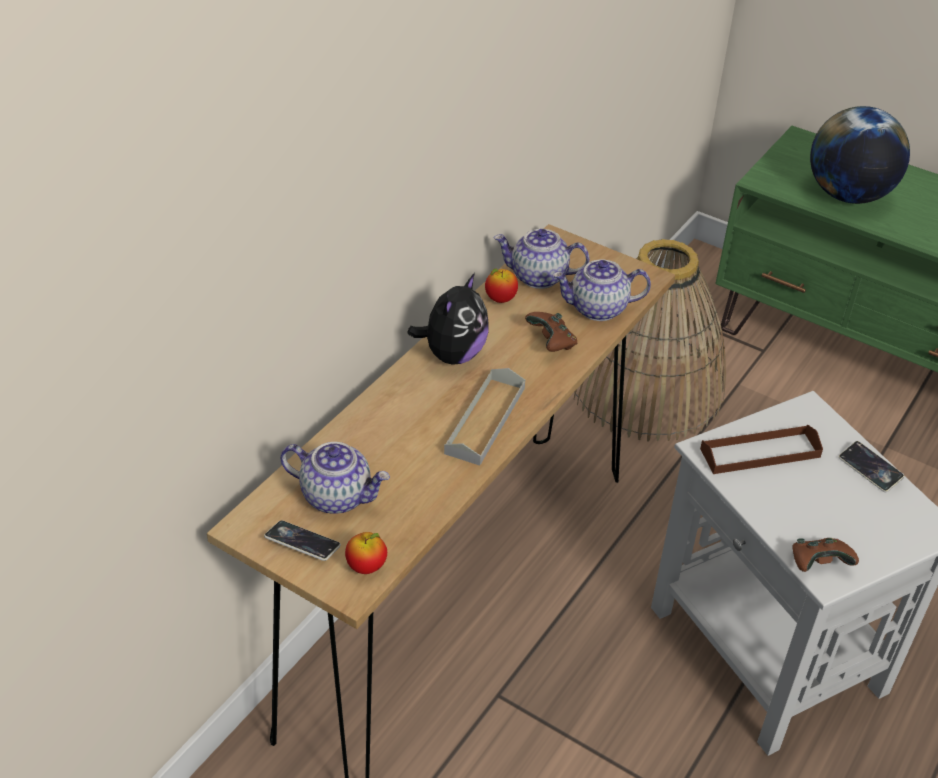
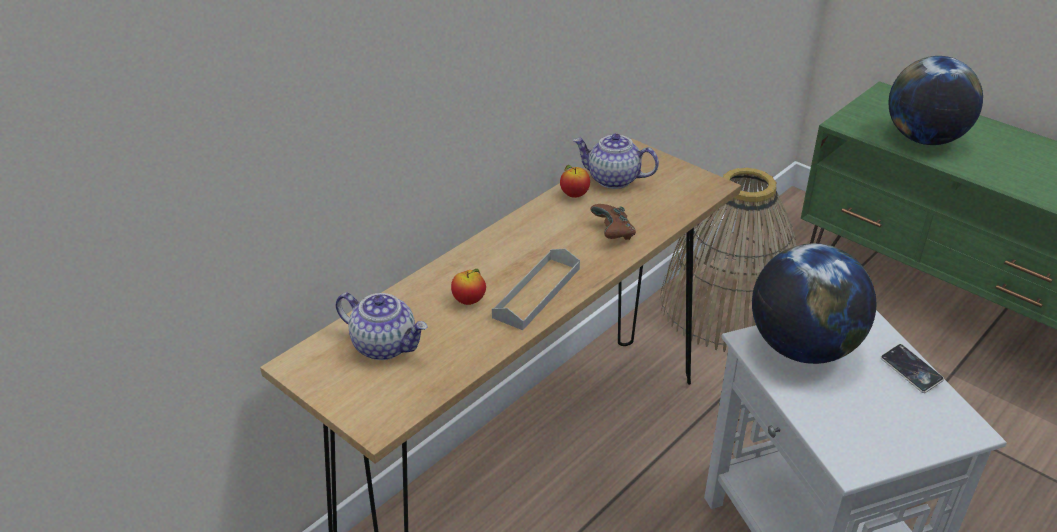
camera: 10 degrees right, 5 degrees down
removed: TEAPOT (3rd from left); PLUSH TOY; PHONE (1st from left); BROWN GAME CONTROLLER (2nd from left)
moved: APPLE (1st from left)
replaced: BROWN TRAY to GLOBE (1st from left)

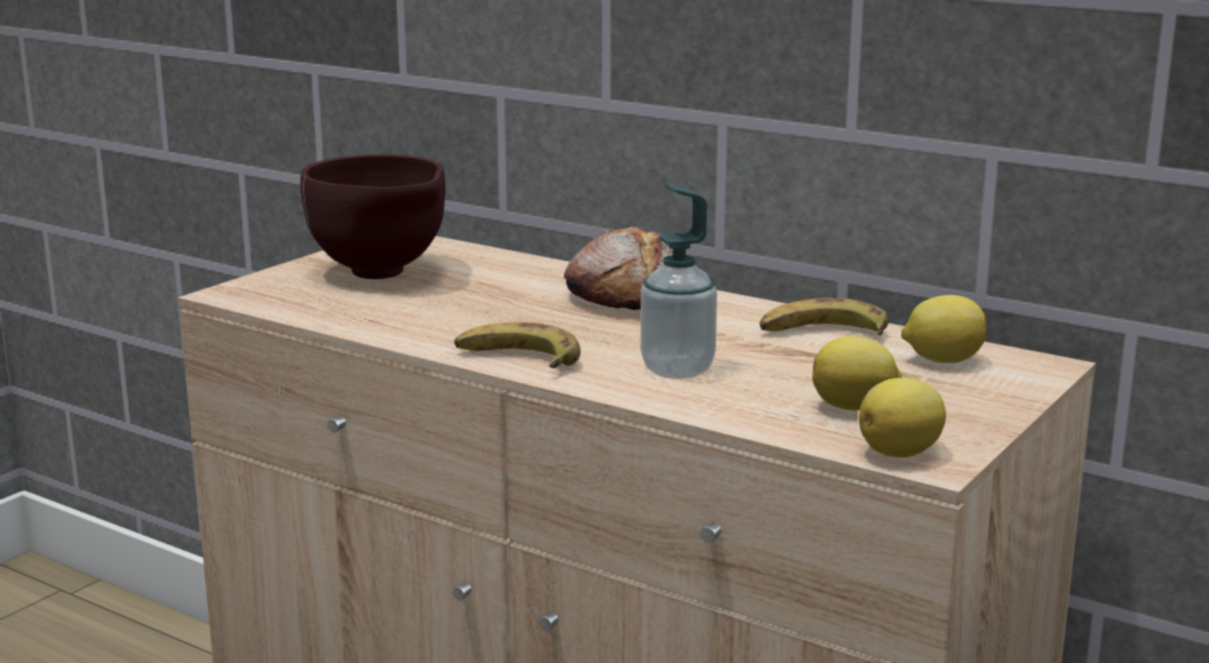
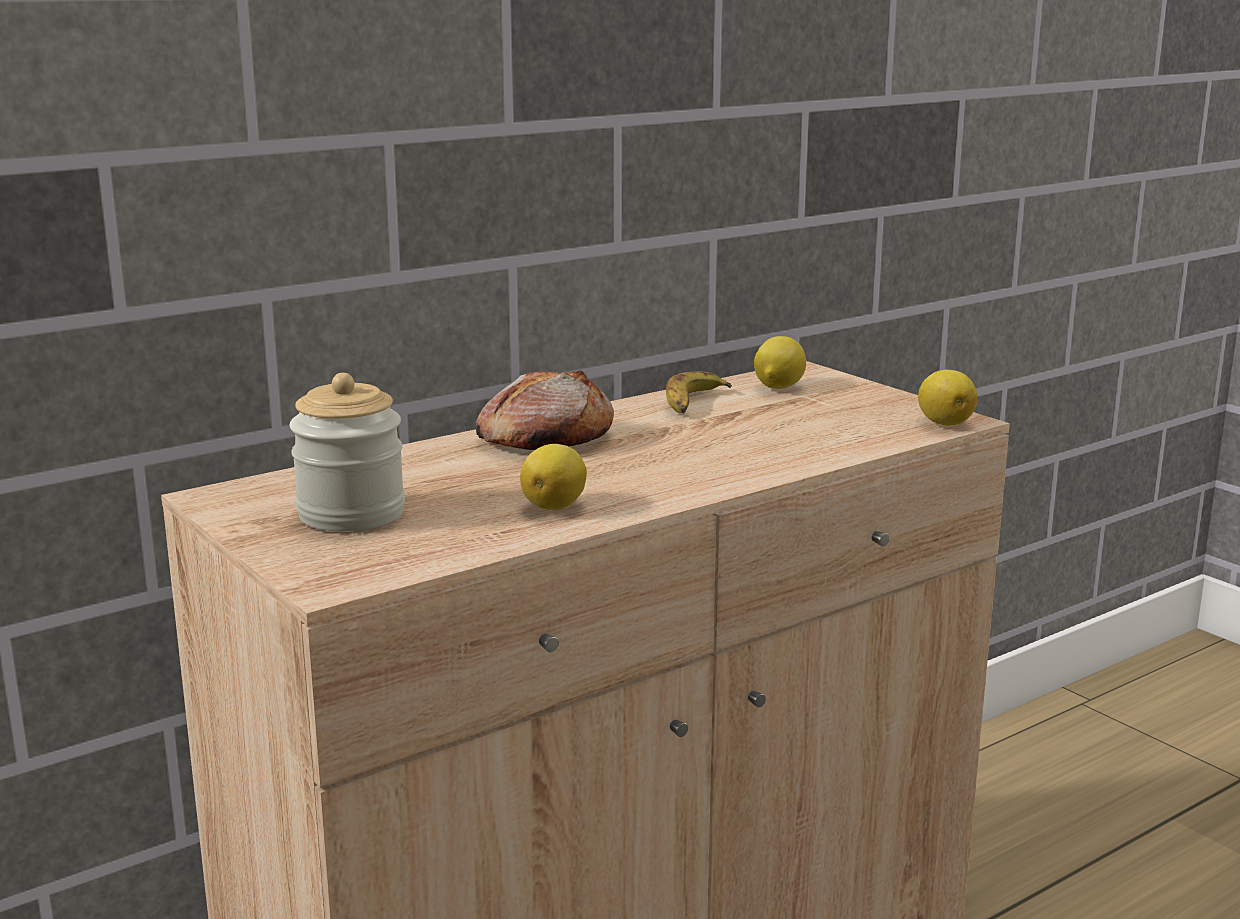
camera: 70 degrees left, 0 degrees up
removed: SOAP DISPENSER; BANANA (1st from left)
moved: LEMON (1st from left)
replaced: BROWN BOWL to JAR

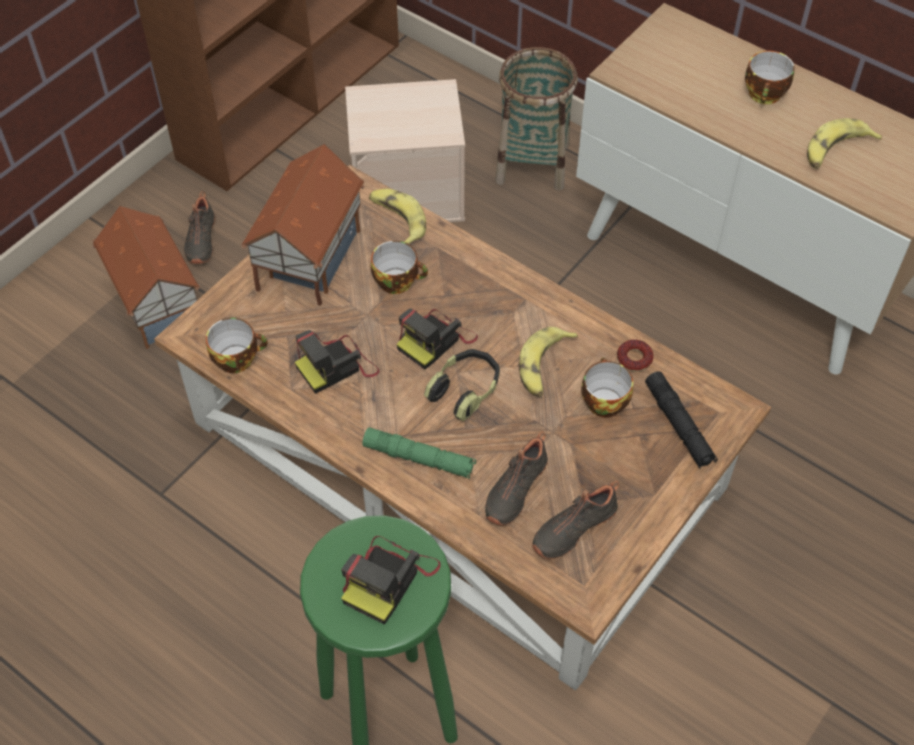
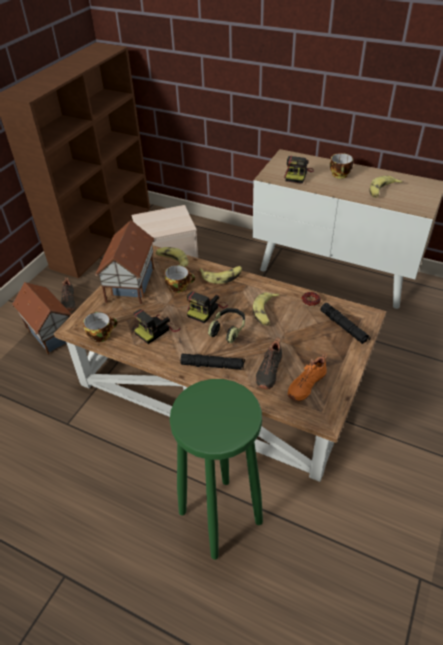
camera: 10 degrees left, 10 degrees down
removed: BASKET; CUP (3rd from left)
added: BANANA (2nd from left)
moved: PHOTO CAMERA (2nd from left in the first image) to PHOTO CAMERA (3rd from left)
recoloured: GREEN FLASHLIGHT to BLACK FLASHLIGHT (1st from left); BLACK SHOE (3rd from left) to ORANGE SHOE

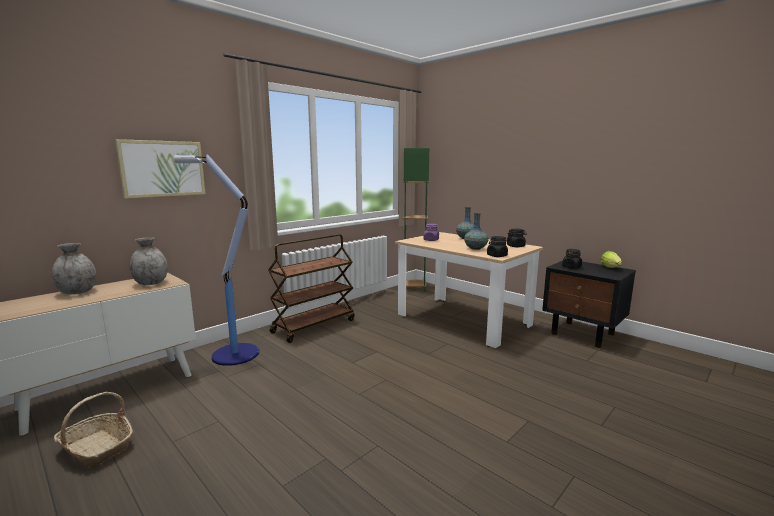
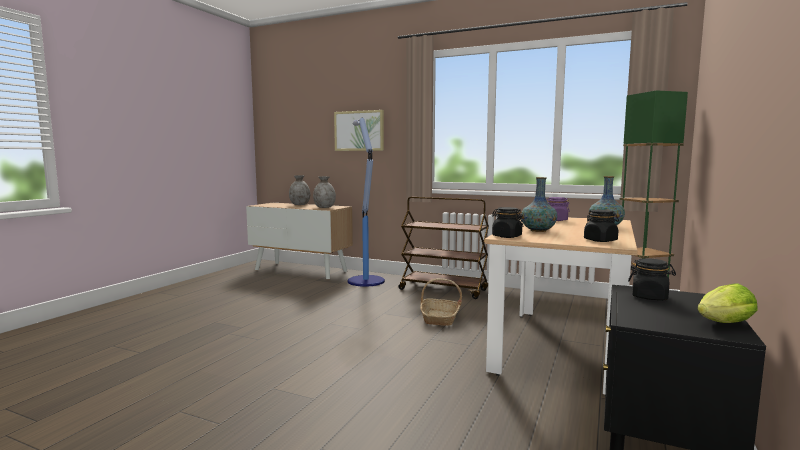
camera: 70 degrees right, 5 degrees down
moved: BASKET

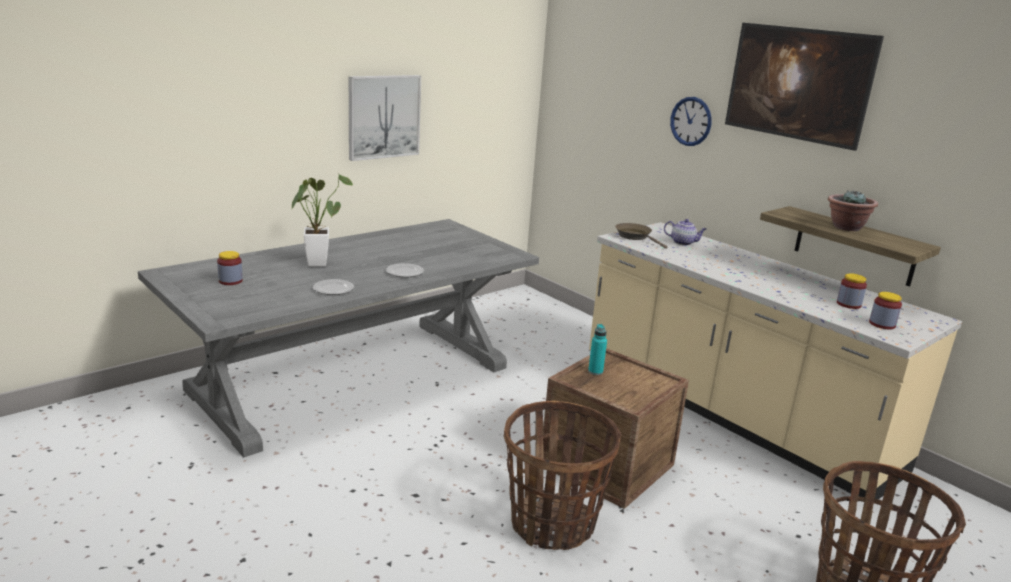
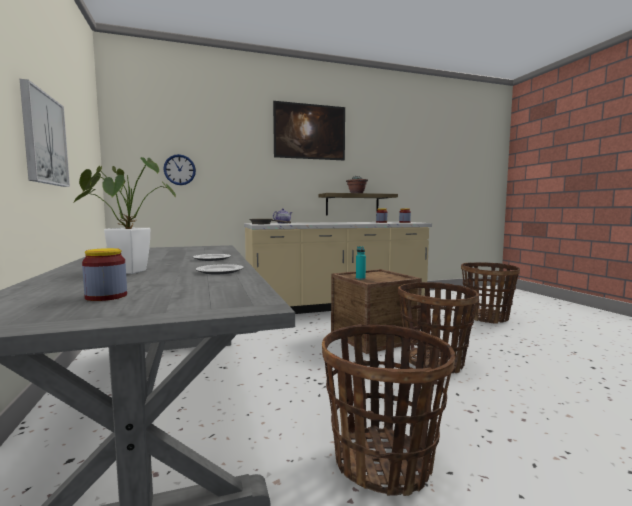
camera: 65 degrees left, 15 degrees down
added: BASKET (1st from left)
moved: WALL CLOCK

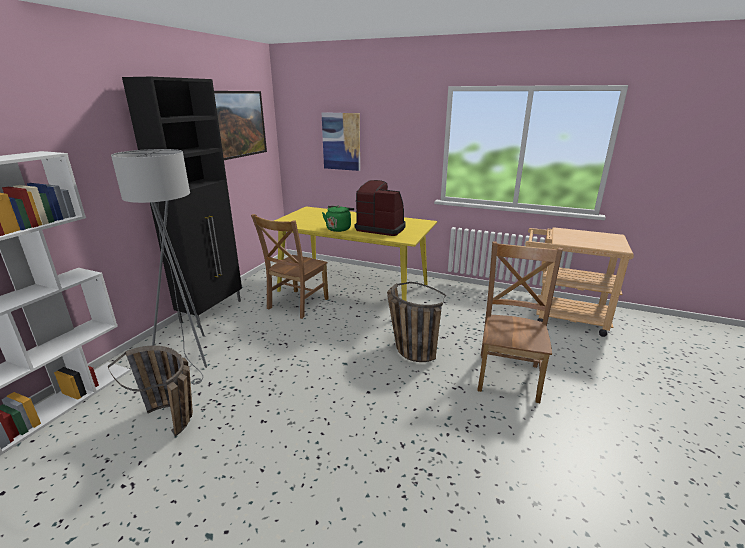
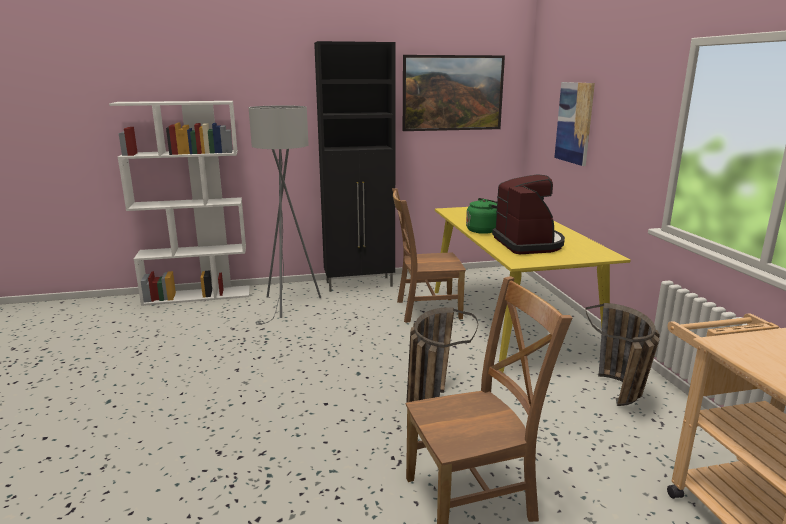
camera: 55 degrees right, 5 degrees down
moved: BASKET (1st from left in the first image) to BASKET (2nd from left)

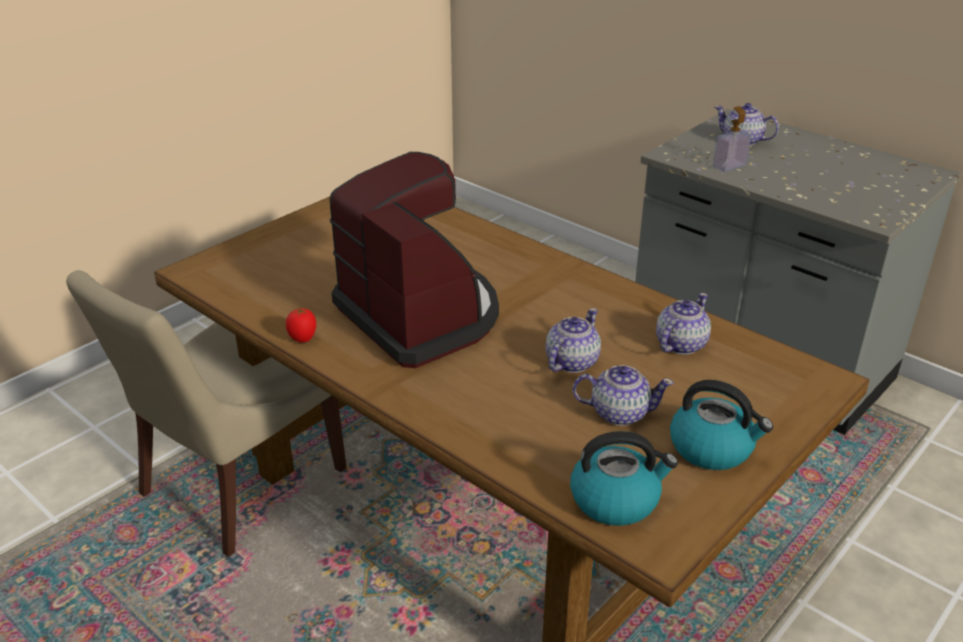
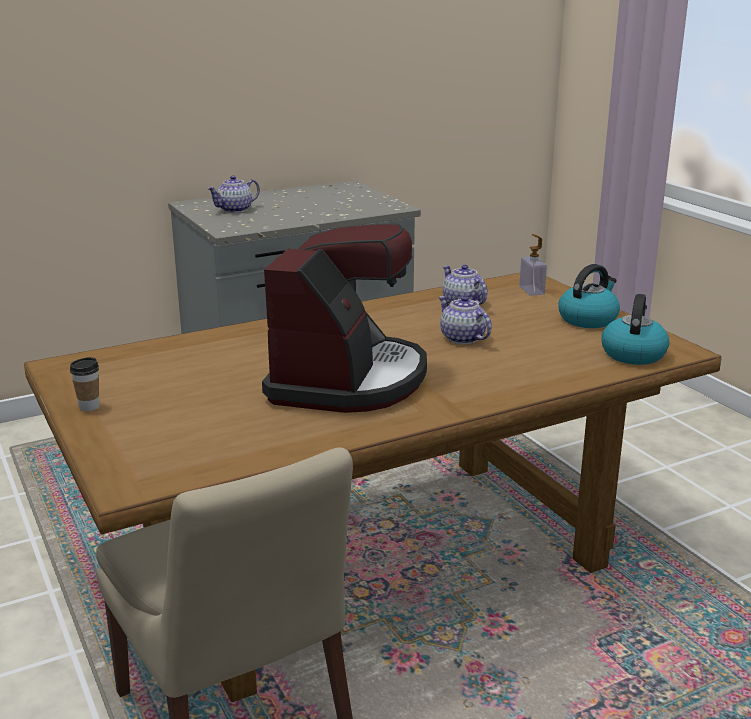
camera: 70 degrees left, 10 degrees down
removed: TOMATO; TEAPOT (2nd from left)
added: CUP
moved: SOAP DISPENSER
turned: COFFEE MACHINE 120 degrees clockwise

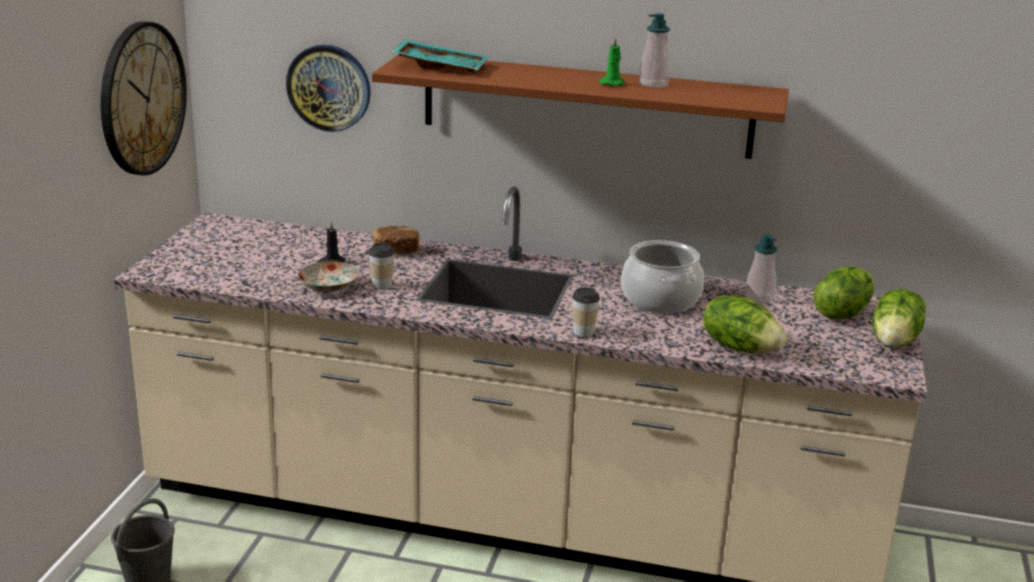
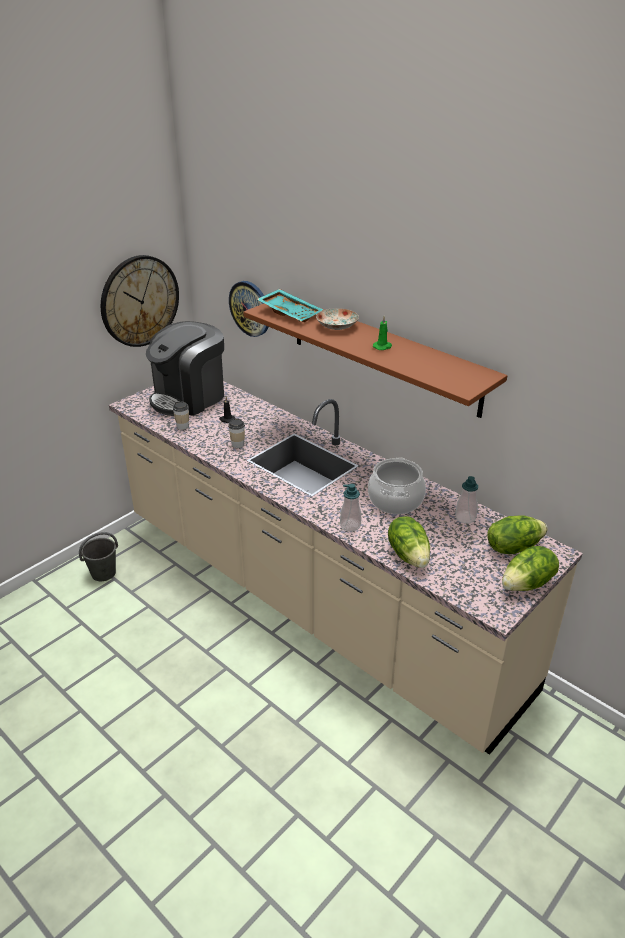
camera: 30 degrees right, 10 degrees up
removed: BREAD
added: COFFEE MACHINE
moved: SOAP DISPENSER (1st from left); PLATE; CUP (2nd from left in the first image) to CUP (1st from left)

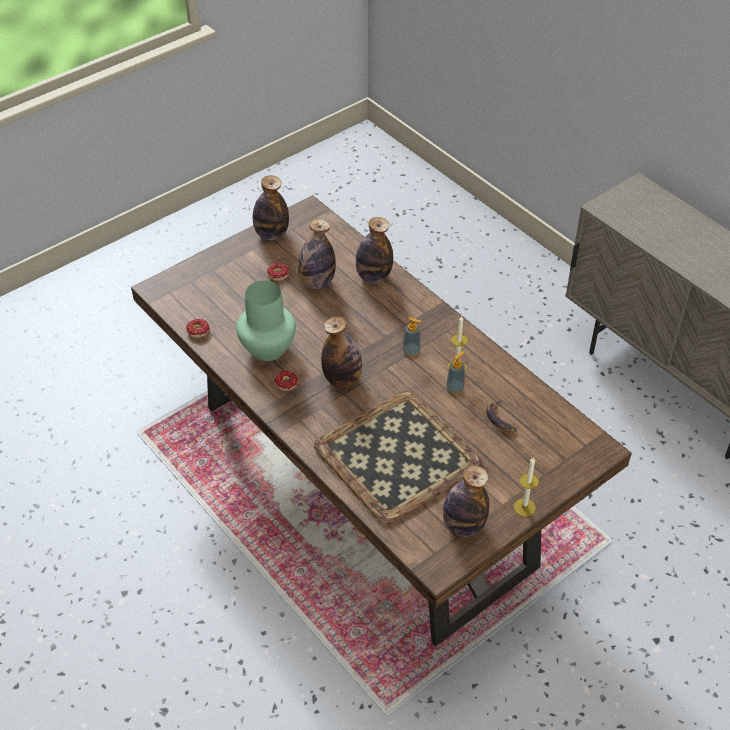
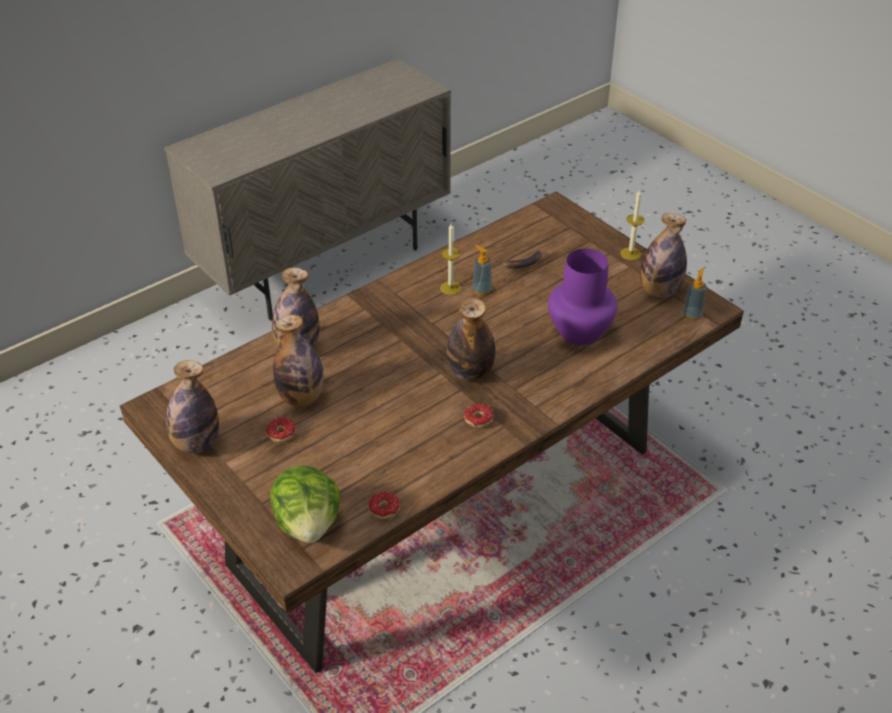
camera: 90 degrees left, 5 degrees down
removed: GREEN VASE
added: LETTUCE
moved: SOAP DISPENSER (1st from left in the first image) to SOAP DISPENSER (2nd from left)
replaced: TRAY to PURPLE VASE

